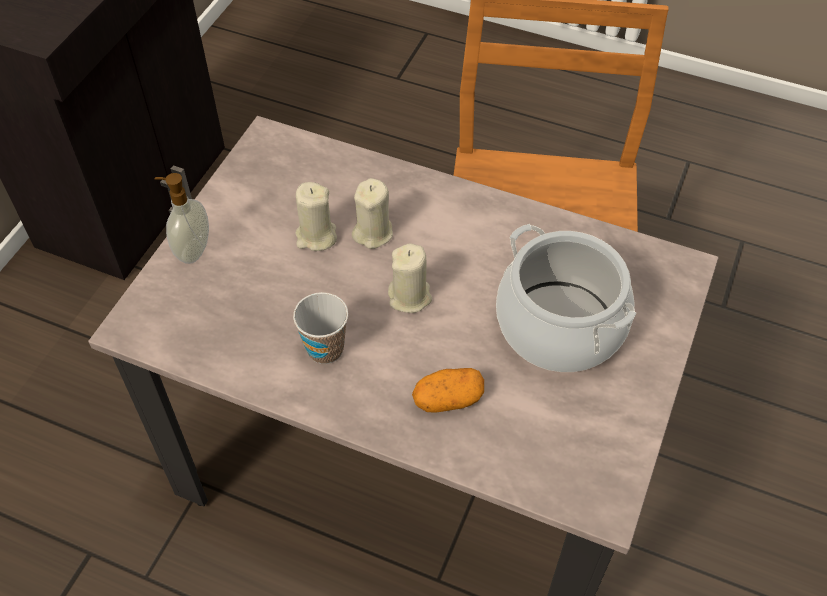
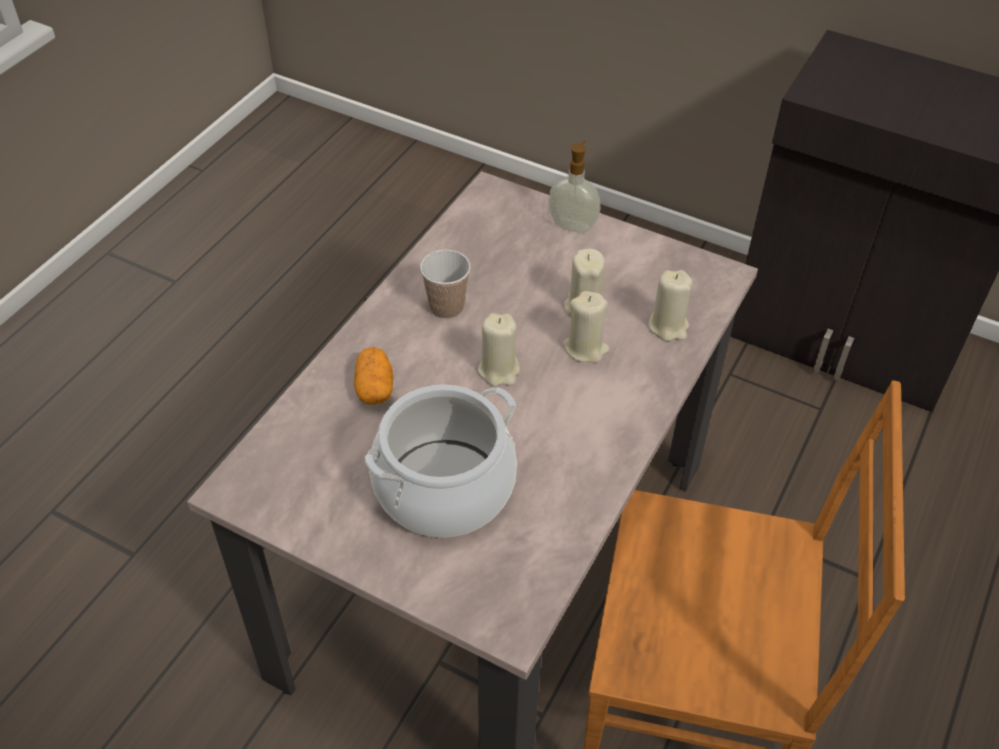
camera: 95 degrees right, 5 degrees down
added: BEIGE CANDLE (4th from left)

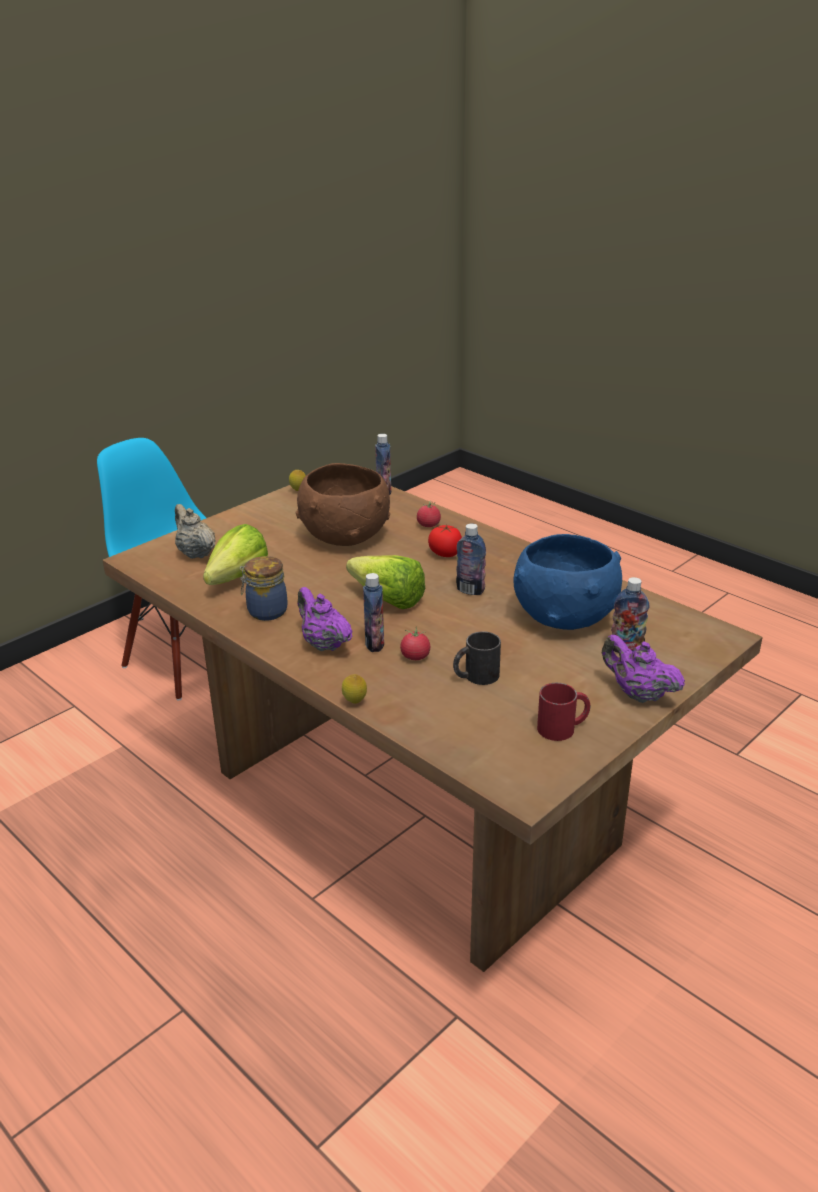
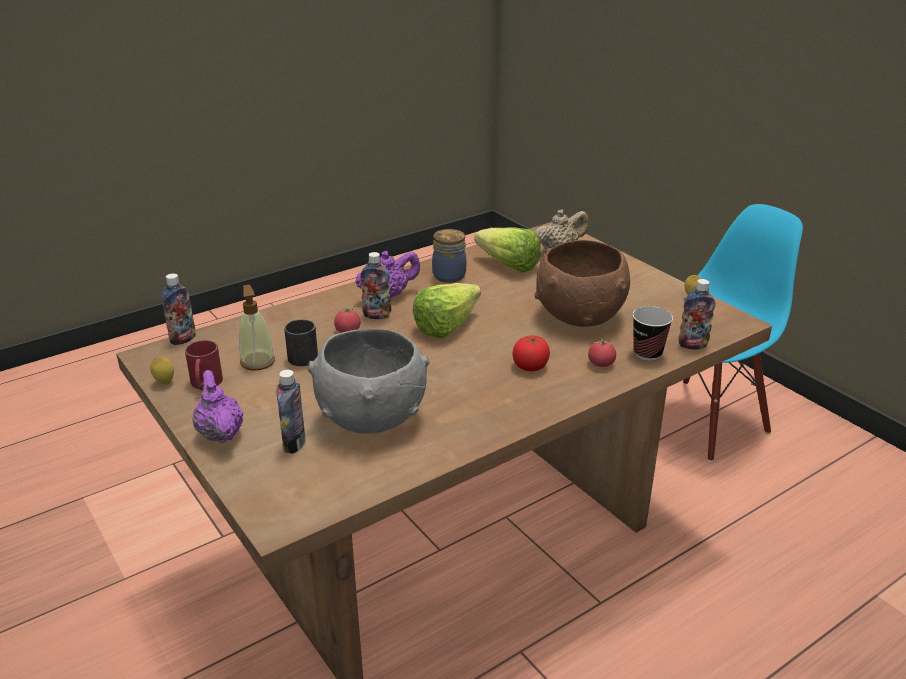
camera: 100 degrees right, 0 degrees up
added: SOAP DISPENSER; CUP
moved: BOTTLE (3rd from left in the first image) to BOTTLE (1st from left); LEMON (2nd from left in the first image) to LEMON (1st from left)
recoloured: BLUE BOWL to GREY BOWL
turned: PURPLE TEAPOT (2nd from left in the first image) 75 degrees counterclockwise

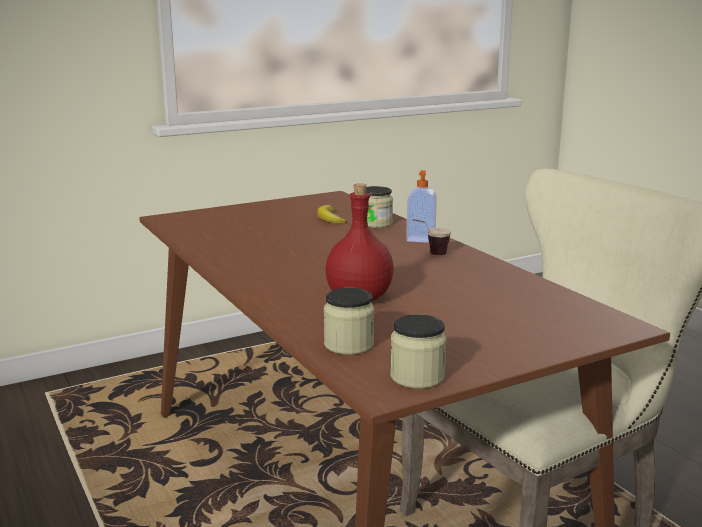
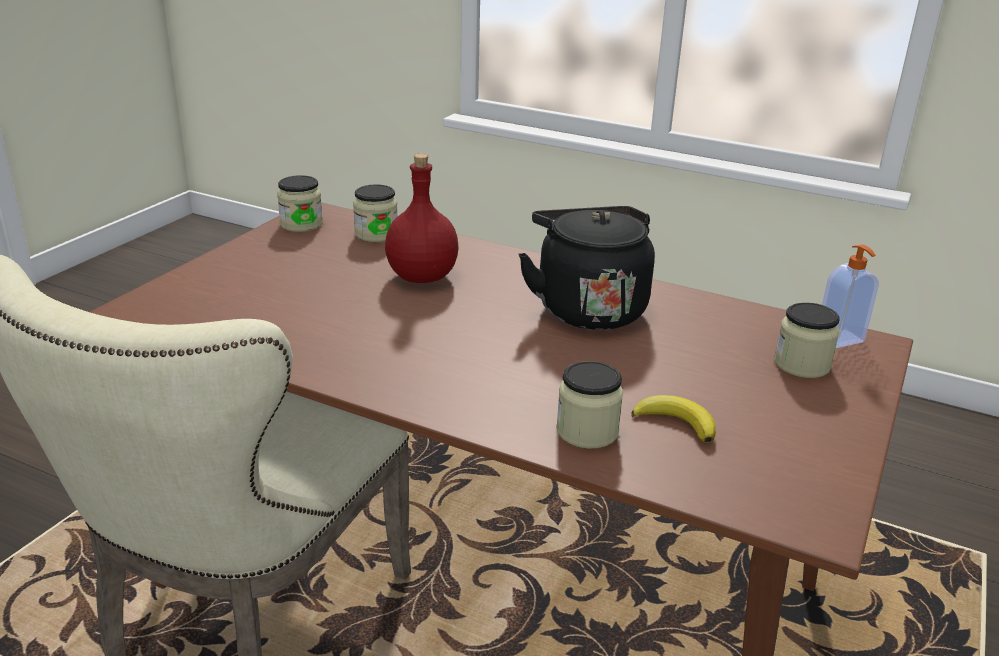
camera: 145 degrees right, 10 degrees up
removed: CUP
added: BLACK KETTLE; JAR (4th from left)
moved: SOAP DISPENSER

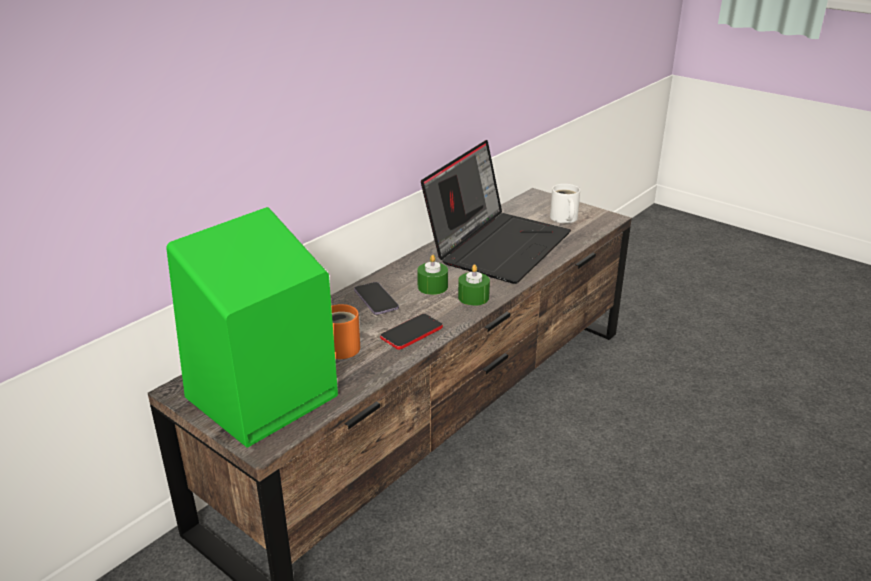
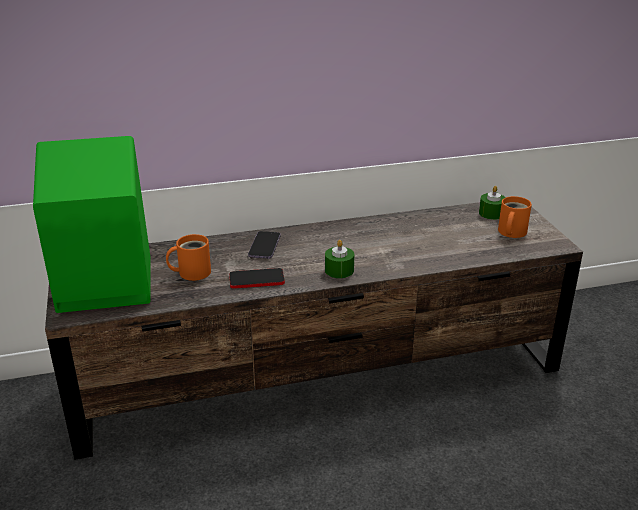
camera: 35 degrees right, 0 degrees up
removed: LAPTOP
moved: GREEN CANDLE (1st from left in the first image) to GREEN CANDLE (2nd from left)
recoloured: WHITE MUG to ORANGE MUG (2nd from left)

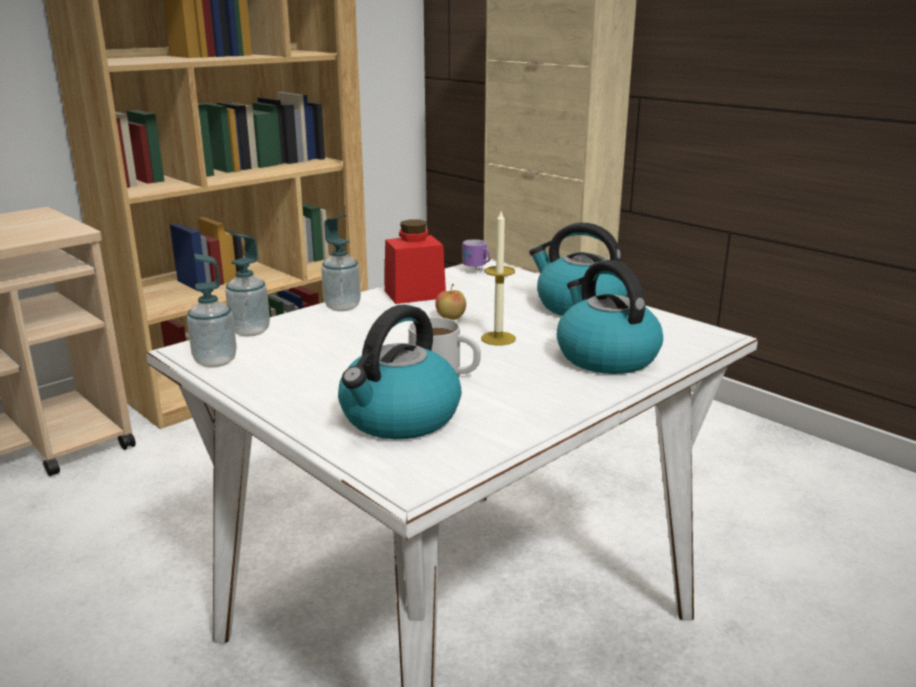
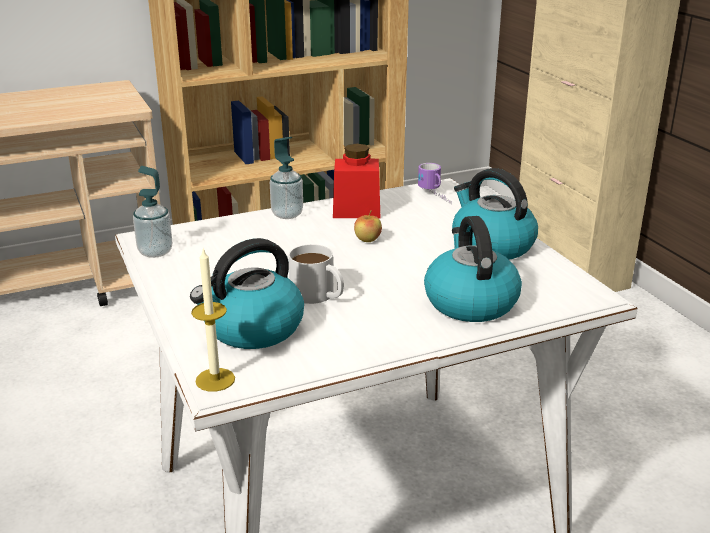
camera: 20 degrees right, 5 degrees up
removed: SOAP DISPENSER (2nd from left)
moved: CANDLE

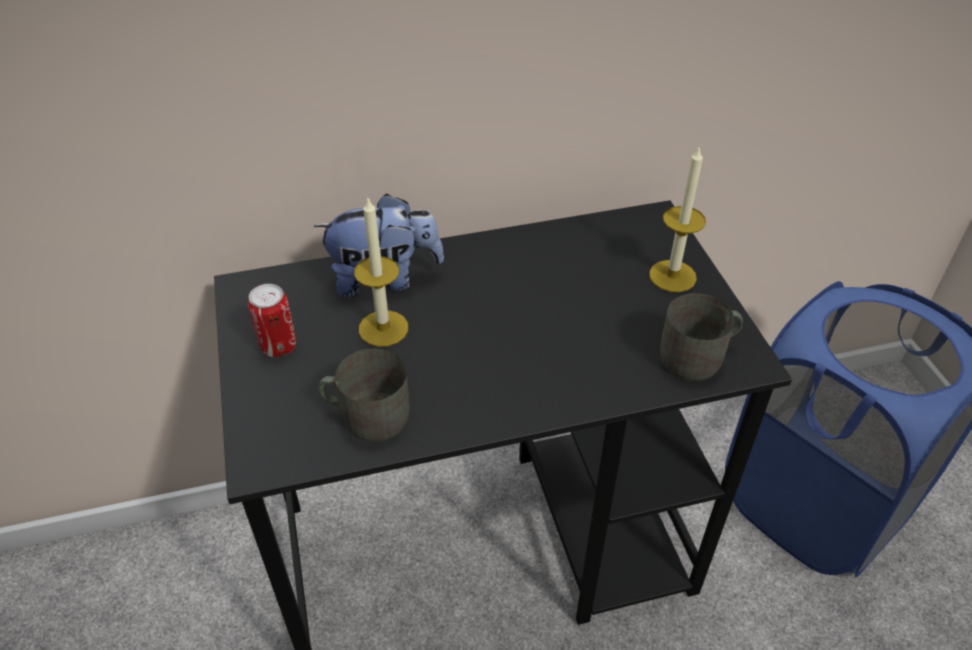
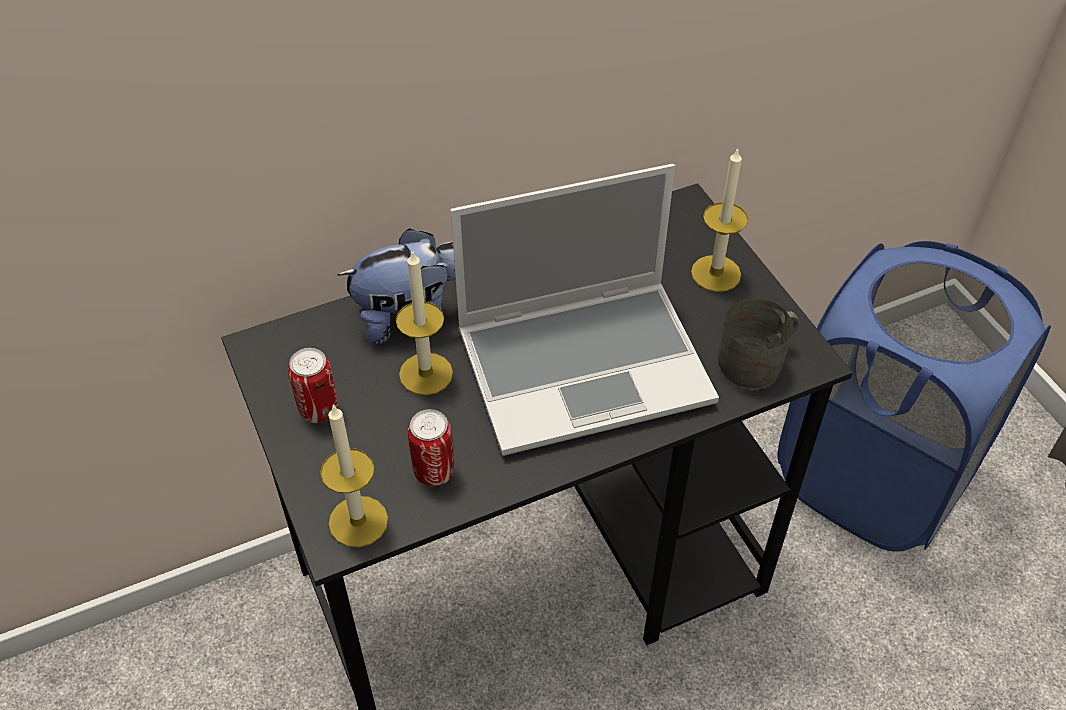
camera: 10 degrees left, 5 degrees up
added: LAPTOP; CANDLE (1st from left)
replaced: GREY MUG (1st from left) to CAN (2nd from left)

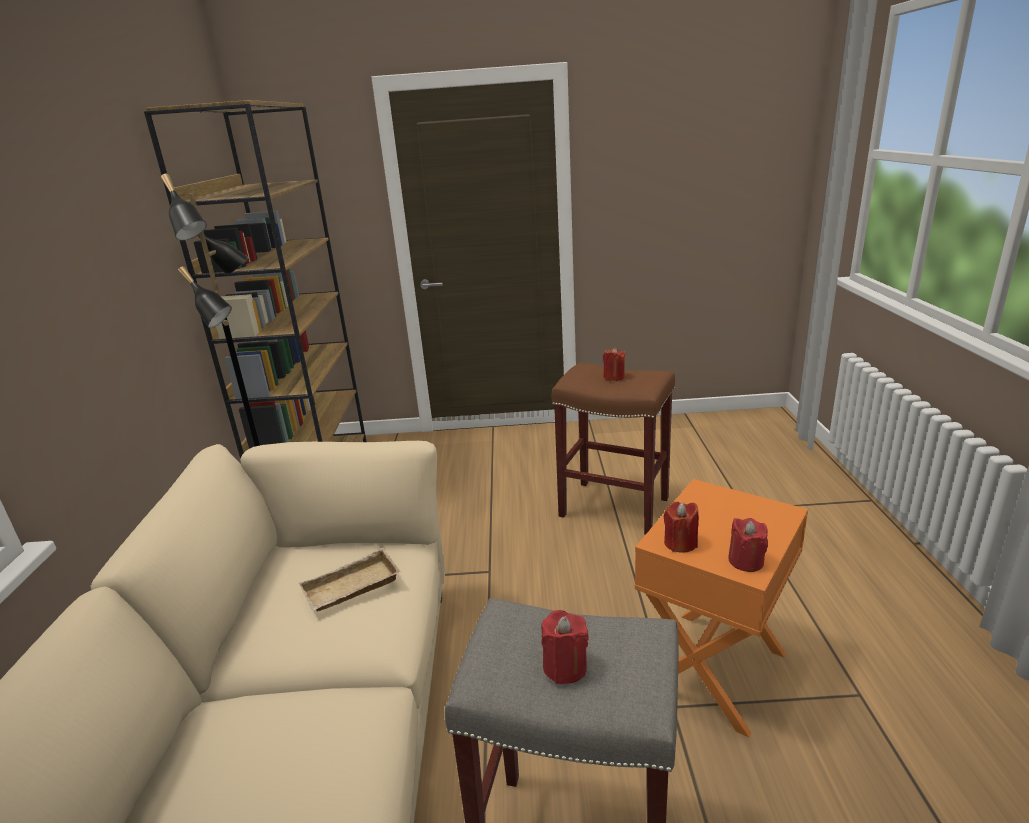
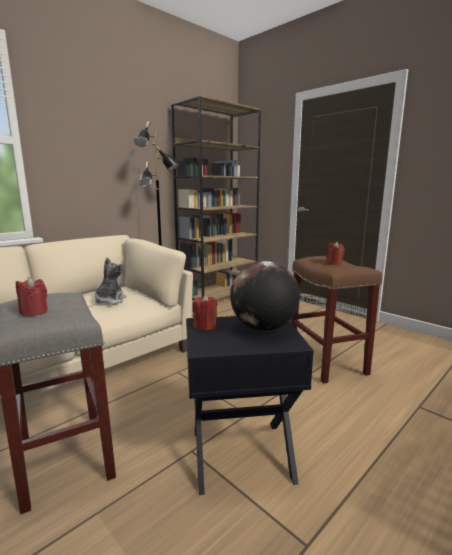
camera: 45 degrees right, 10 degrees down
removed: RED CANDLE (4th from left)
added: GLOBE
replaced: BEIGE TRAY to PLUSH TOY
recoloured: ORANGE SIDE TABLE to BLACK SIDE TABLE

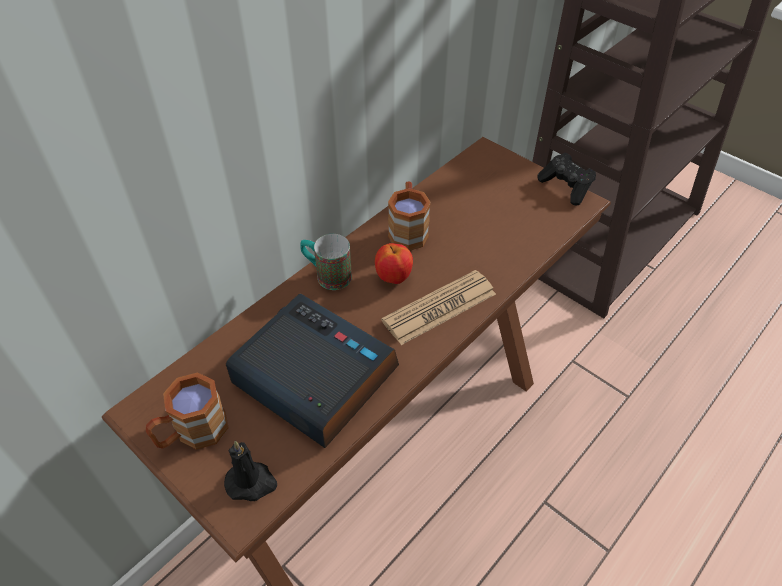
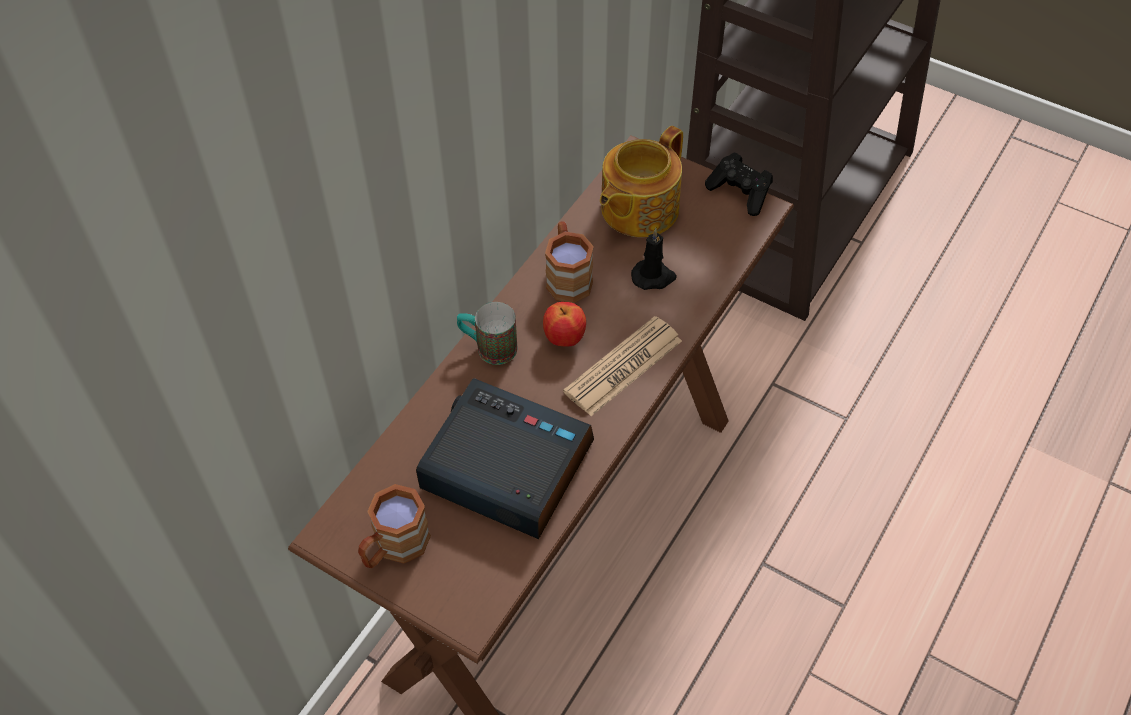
camera: 10 degrees left, 5 degrees up
added: TEAPOT
moved: BLACK CANDLE

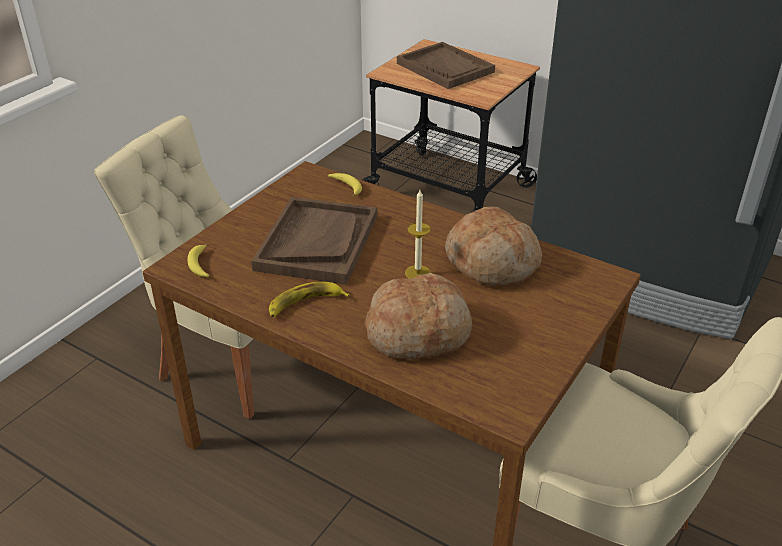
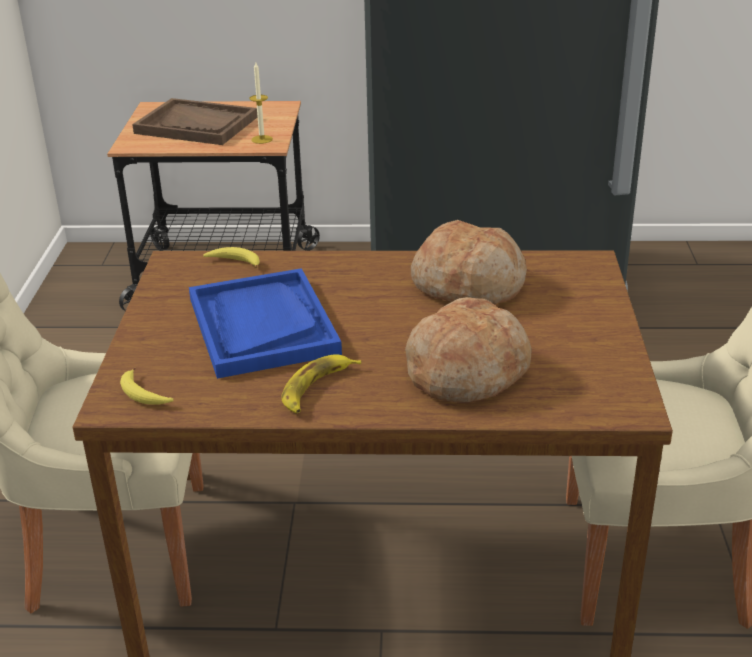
camera: 30 degrees left, 5 degrees down
moved: CANDLE
recoloured: BROWN TRAY (1st from left) to BLUE TRAY

